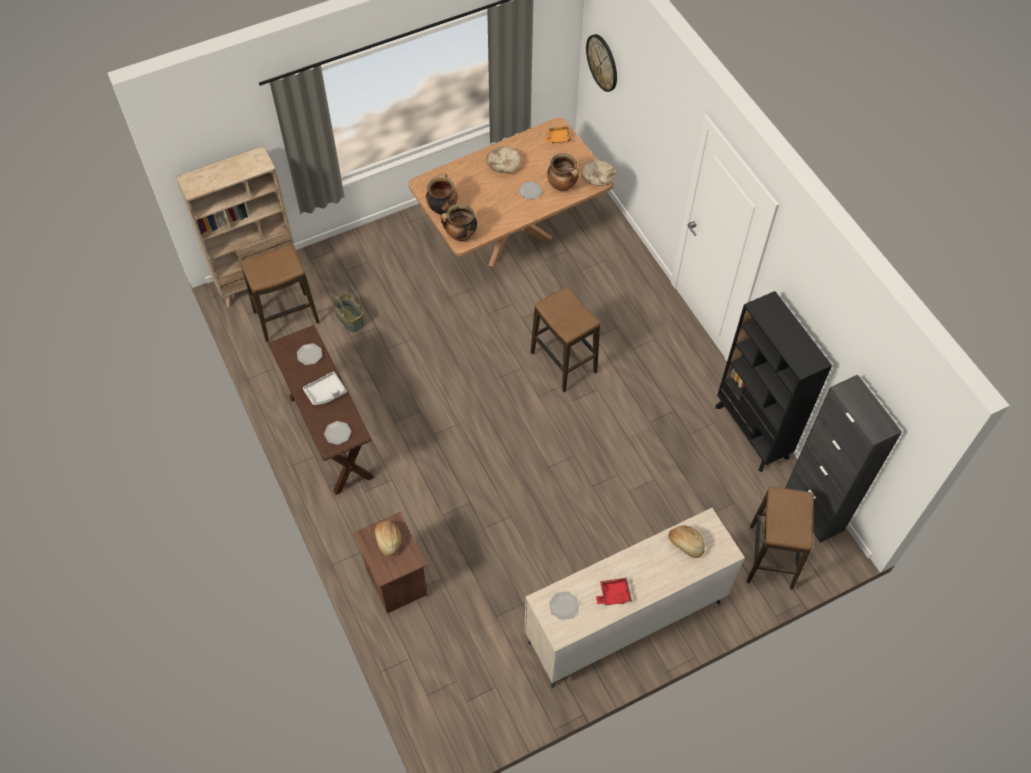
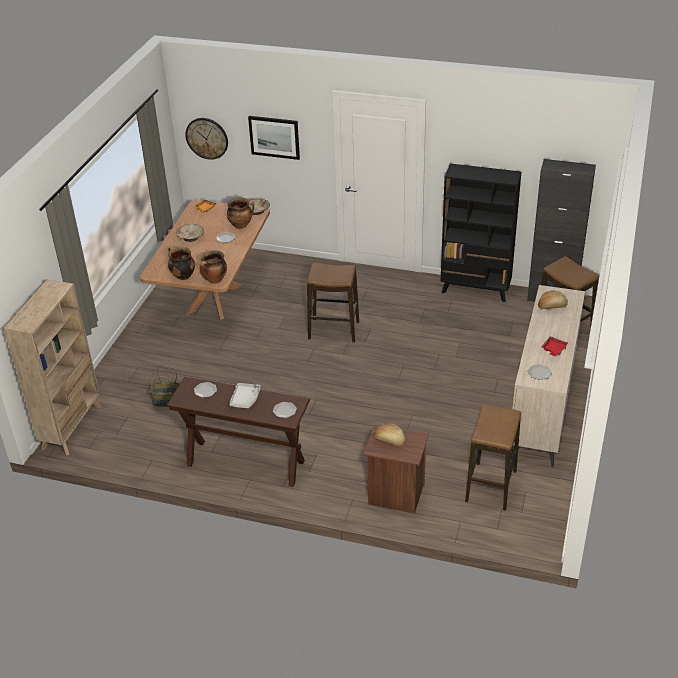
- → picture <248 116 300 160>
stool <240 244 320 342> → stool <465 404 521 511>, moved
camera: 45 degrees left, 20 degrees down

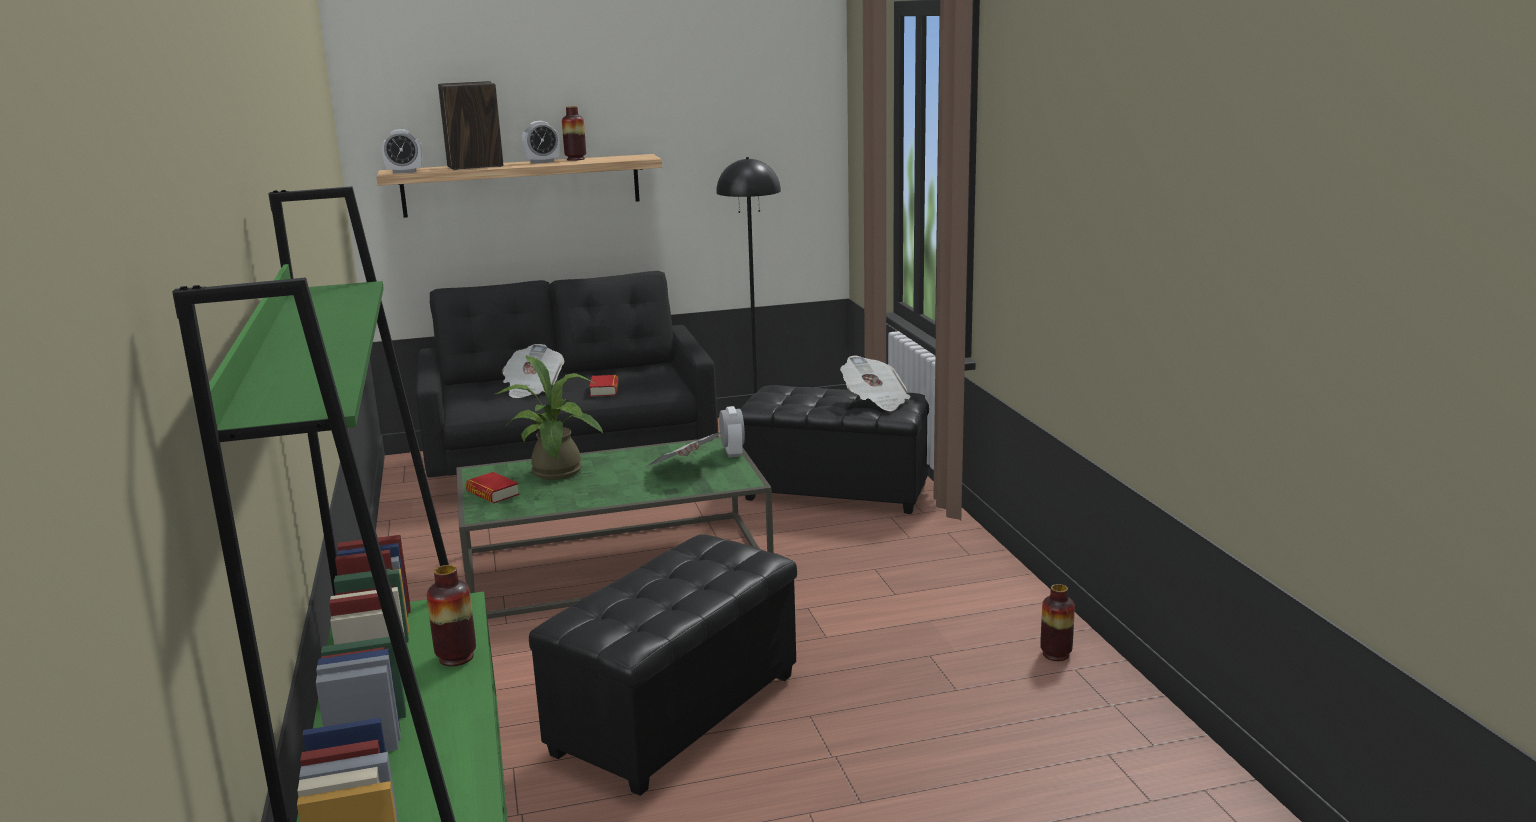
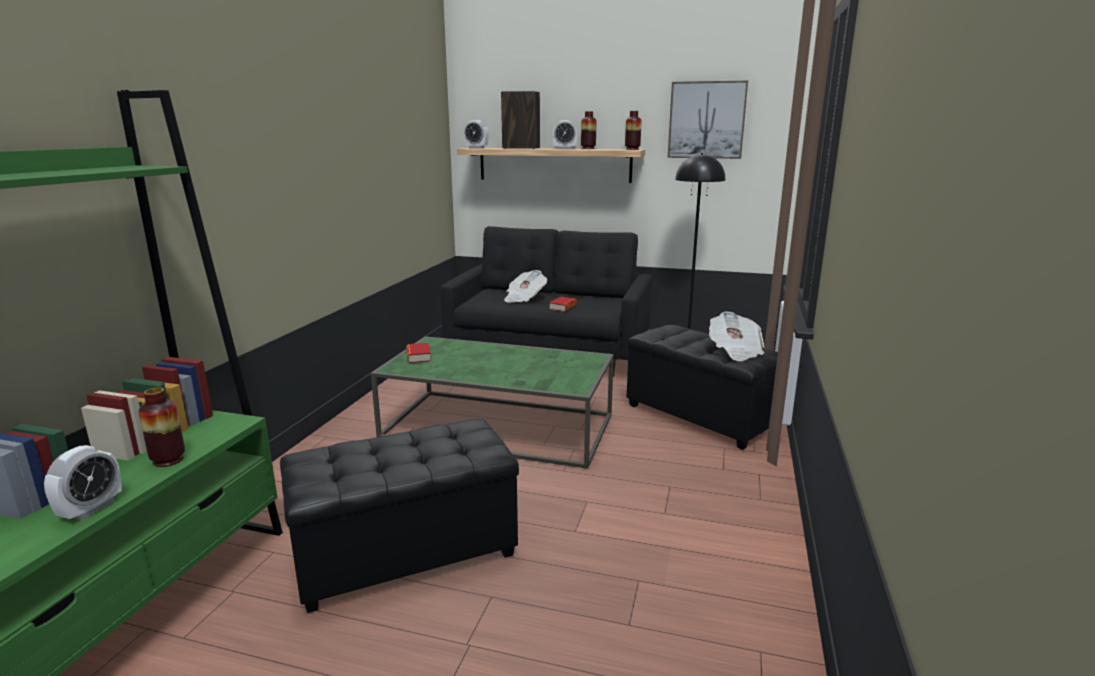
alarm clock <719 406 745 458> → alarm clock <44 445 122 521>, moved
vase <1040 584 1075 661> → vase <625 111 642 150>, moved
- → picture <668 81 748 159>
potted plant <495 356 603 480> → -
newspaper <645 433 721 467> → -
camera: 30 degrees right, 0 degrees up

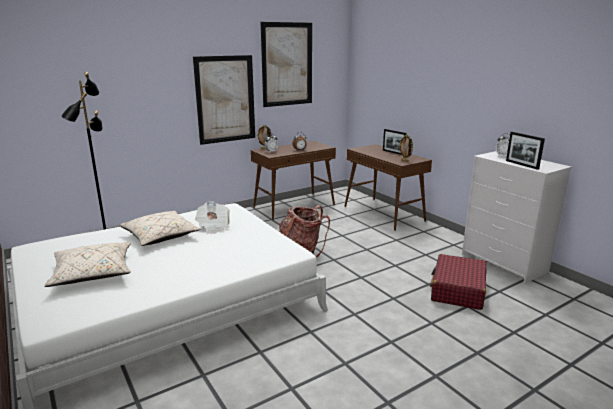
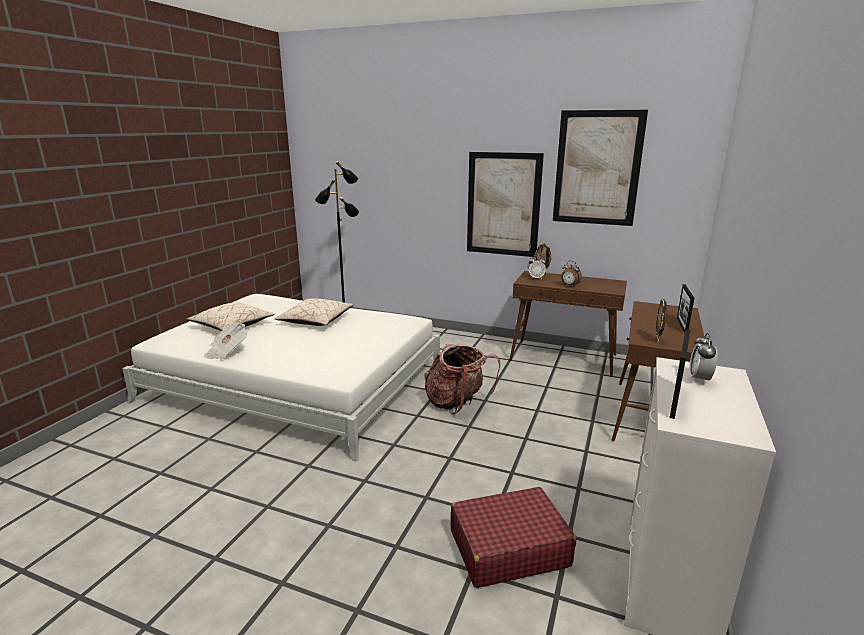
newspaper <195 201 230 234> → newspaper <204 323 247 359>, moved
camera: 55 degrees right, 0 degrees up

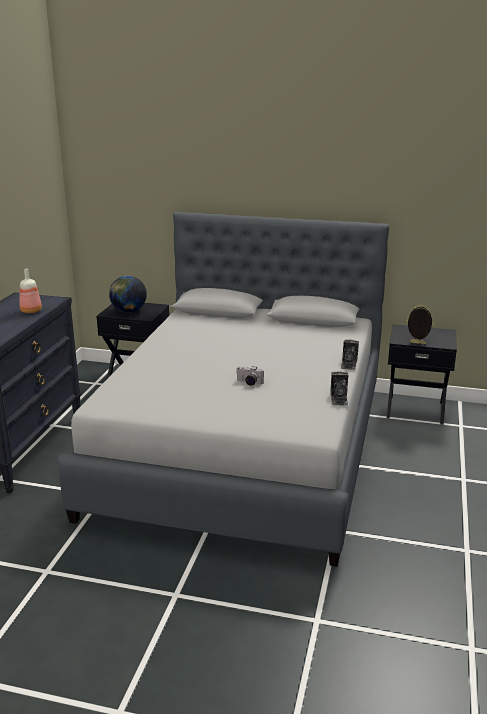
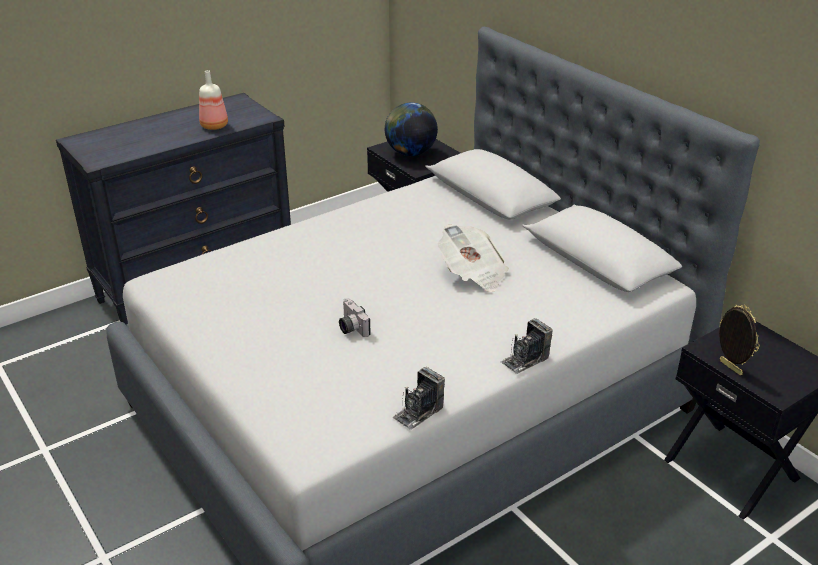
- → newspaper <438 224 509 292>
camera: 40 degrees right, 10 degrees up

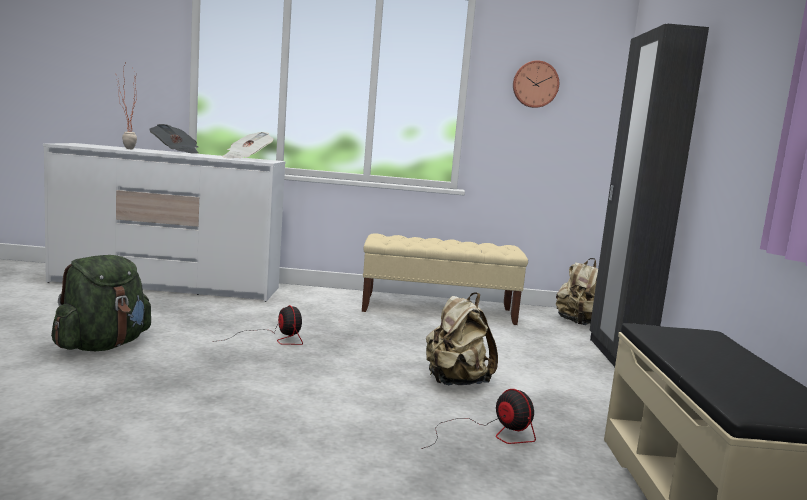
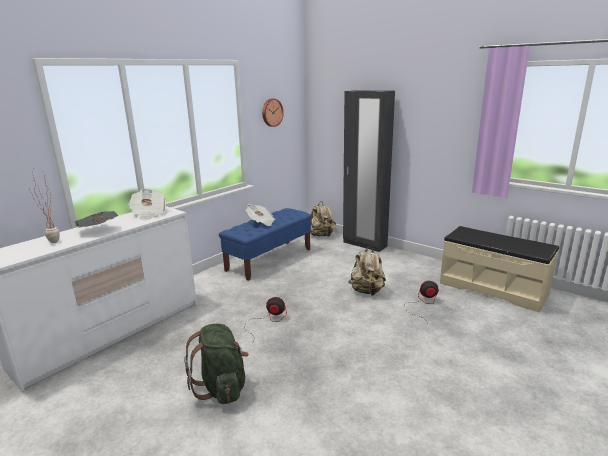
bench/beige <362 233 528 325> → bench/blue <219 208 312 281>
- → newspaper <246 204 275 226>
camera: 50 degrees left, 10 degrees up

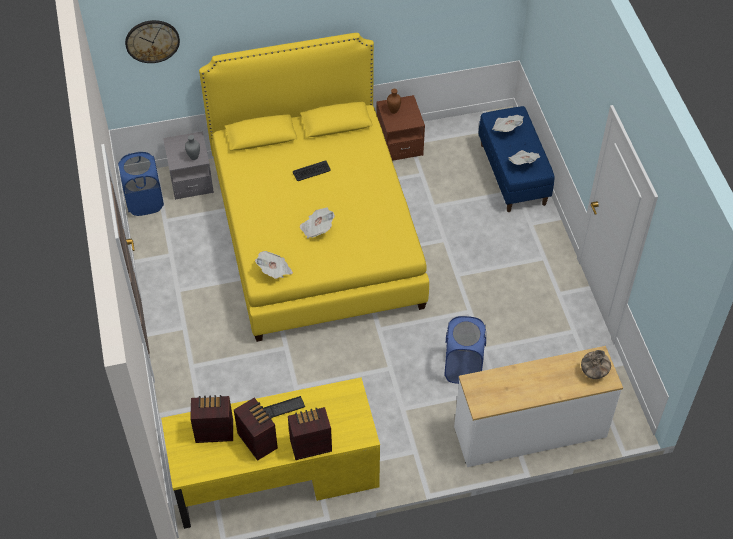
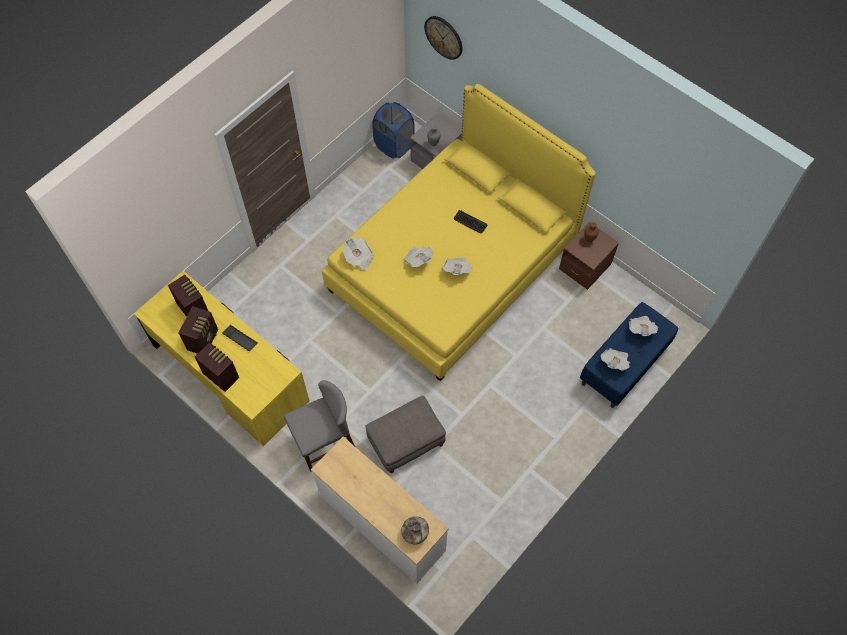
- → chair/grey <284 380 355 472>
laundry basket/blue <444 316 486 384> → ottoman/grey <365 396 446 473>
- → newspaper <443 257 472 275>
camera: 55 degrees right, 10 degrees up

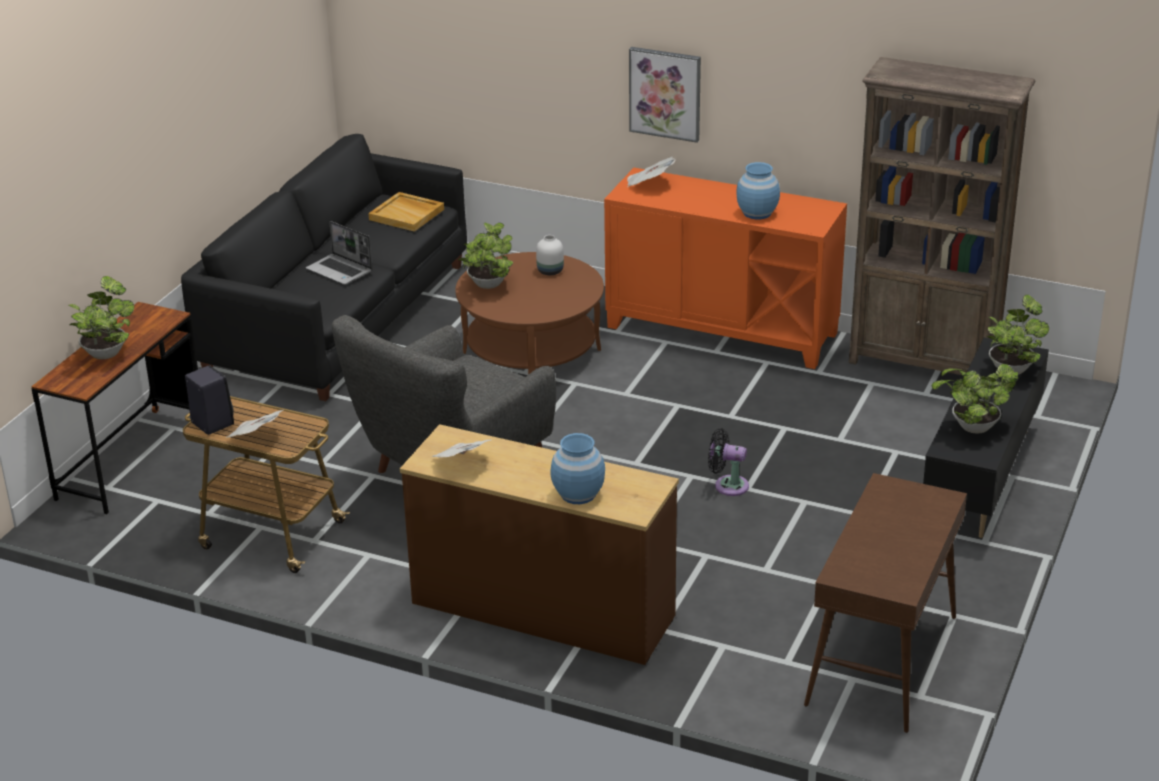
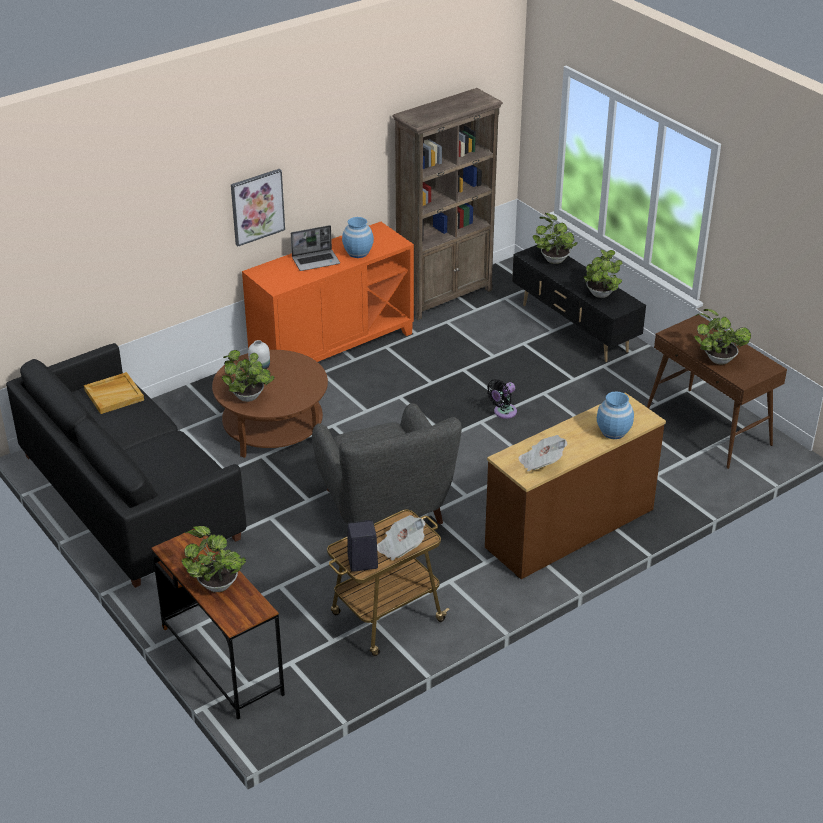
laptop <306 221 372 285> → laptop <291 225 340 271>, moved
- → potted plant <694 309 751 365>
newspaper <627 157 675 187> → -
camera: 60 degrees left, 5 degrees up

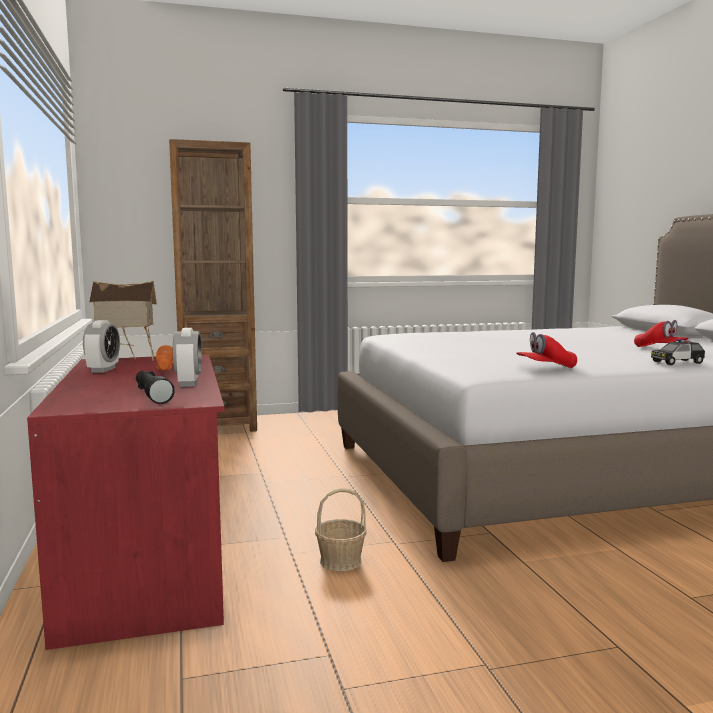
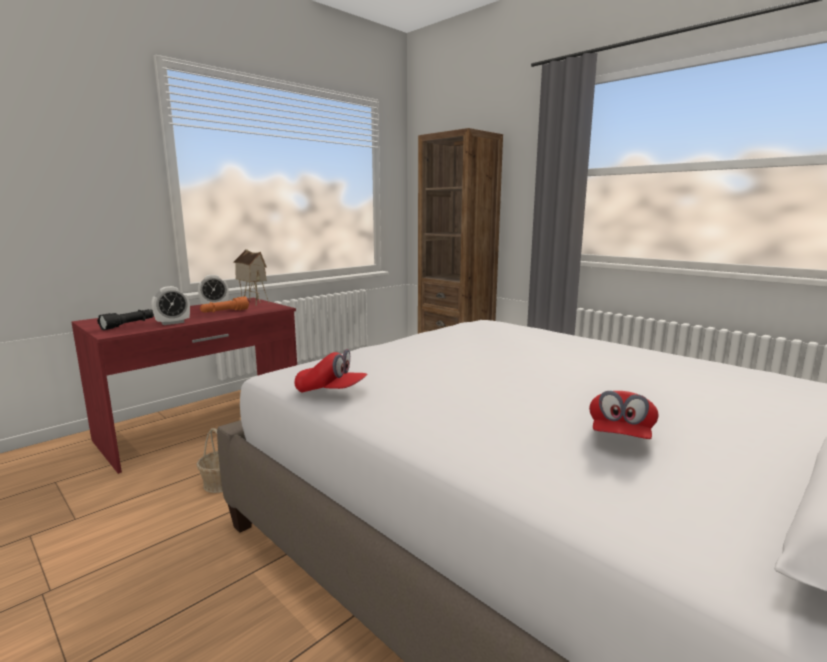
cap/red <516 332 577 368> → cap/red <295 349 367 393>, 150 degrees clockwise
toy car <651 339 705 365> → -
camera: 60 degrees right, 5 degrees up

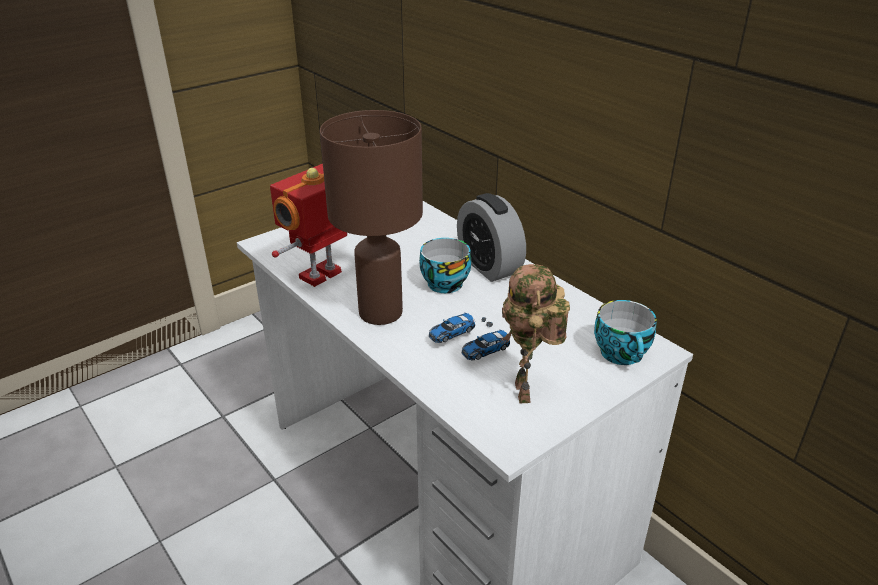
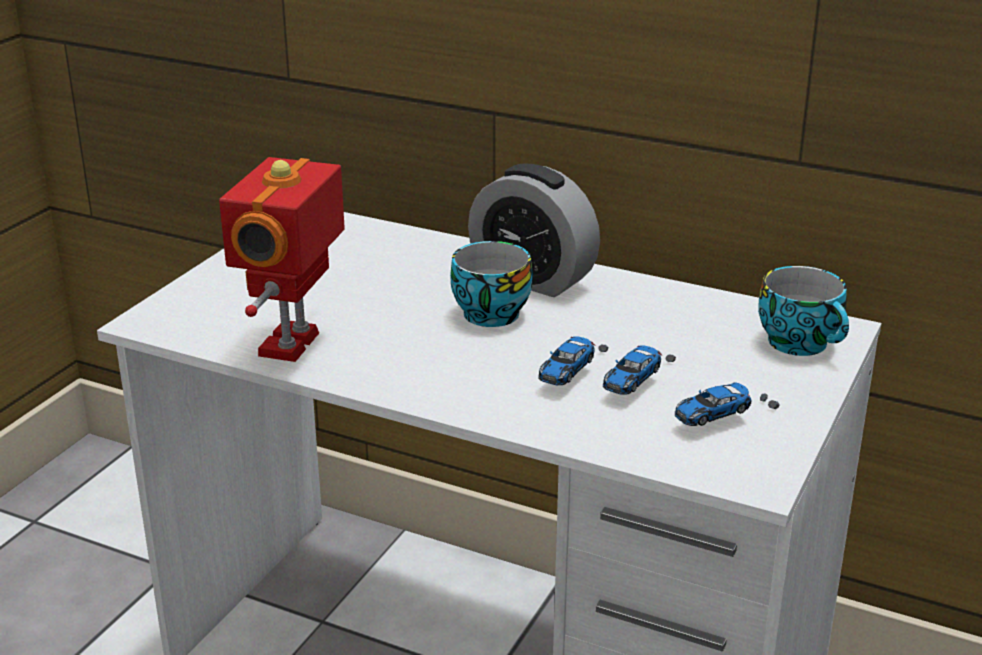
toy robot <500 264 570 403> → toy car <675 382 780 426>
table lamp/brown <320 110 423 325> → -
camera: 25 degrees left, 5 degrees down

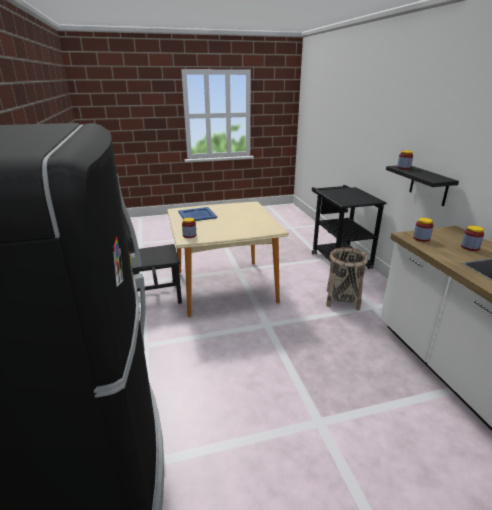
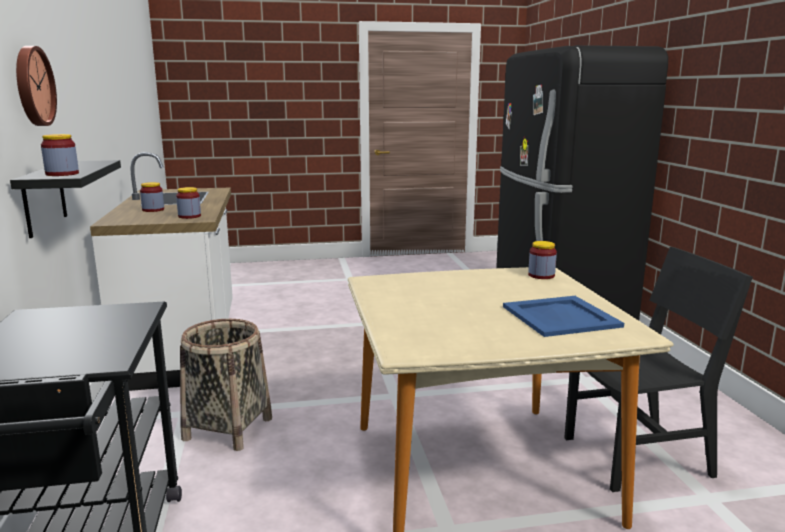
- → wall clock <16 46 57 126>
camera: 175 degrees left, 10 degrees down

